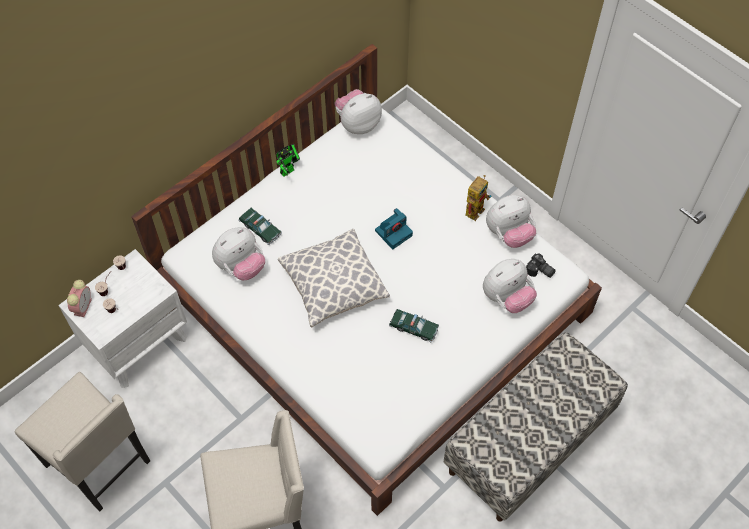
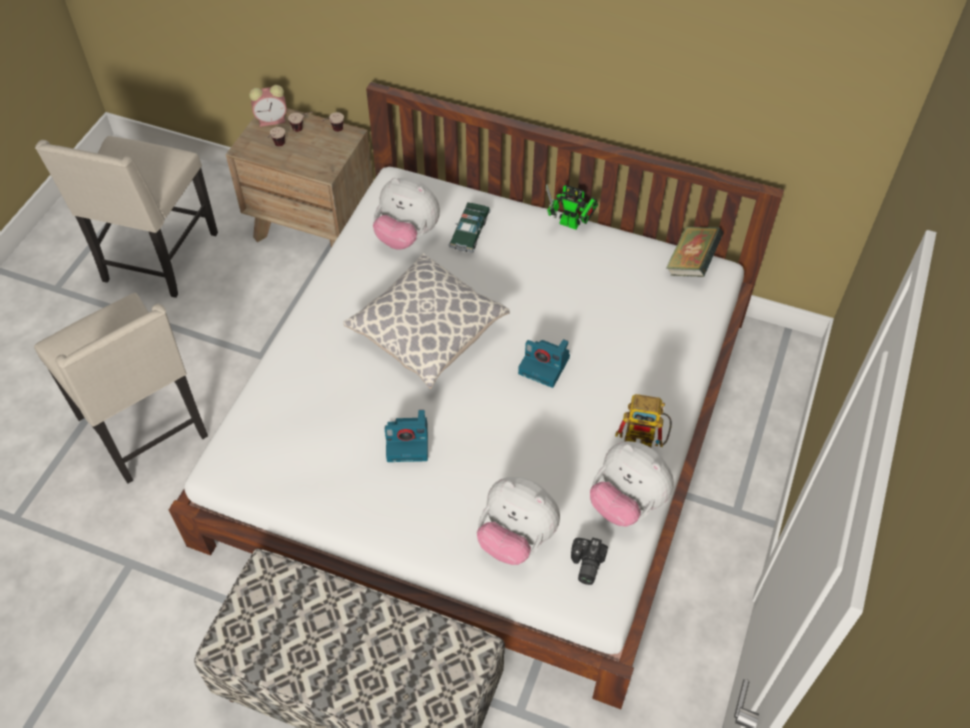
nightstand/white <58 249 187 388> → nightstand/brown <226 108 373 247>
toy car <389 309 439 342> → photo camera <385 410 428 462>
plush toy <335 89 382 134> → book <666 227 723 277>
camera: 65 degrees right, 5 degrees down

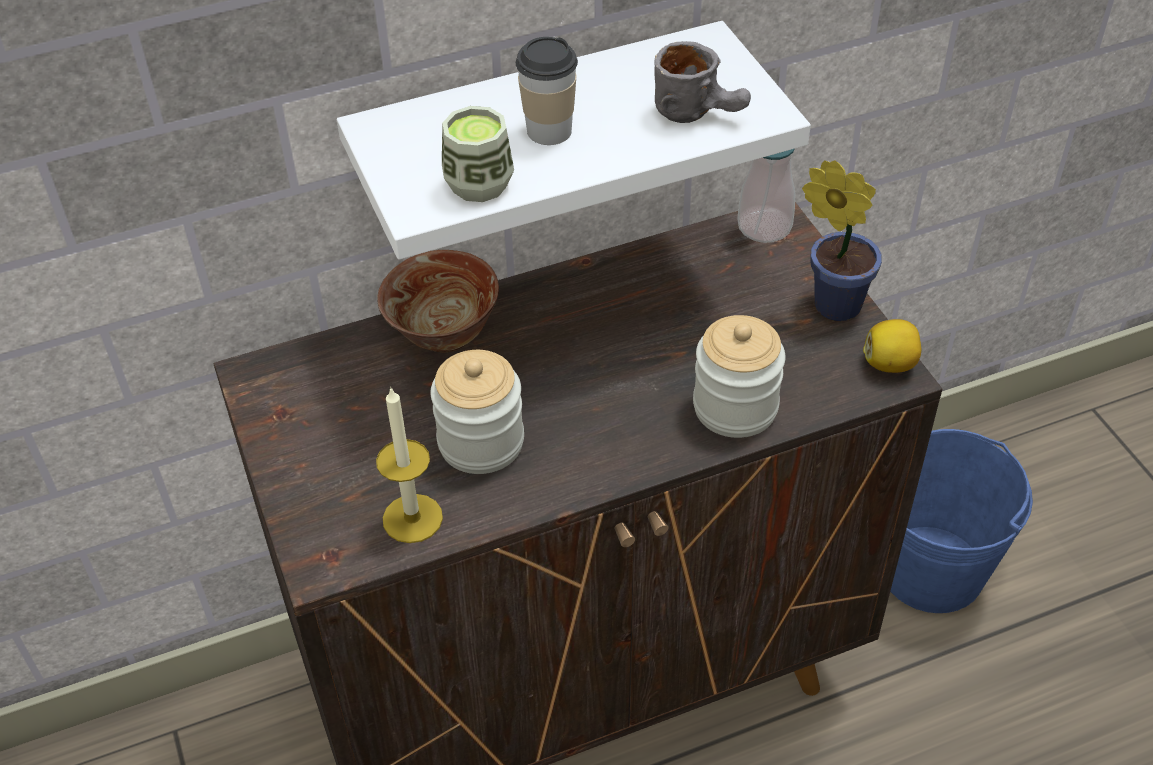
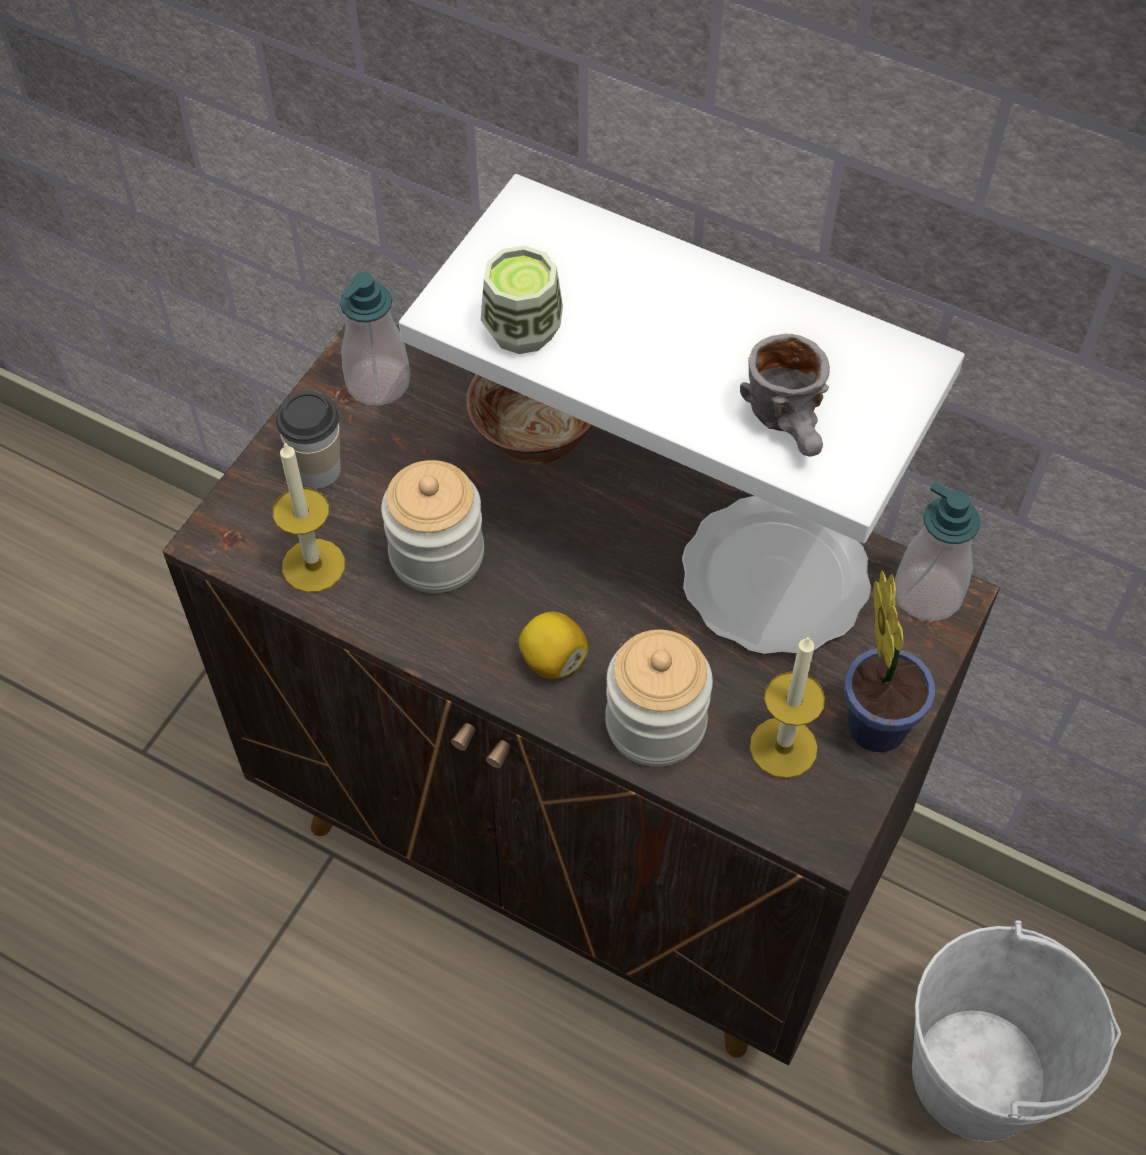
cup <516 37 578 145> → cup <276 391 341 489>, moved
- → soap dispenser <340 272 410 406>
lemon <863 319 921 373> → lemon <519 612 588 679>, moved
- → plate <682 496 871 655>
- → candle <750 636 825 779>
bucket/blue <890 429 1033 613> → bucket/white <912 920 1121 1142>
camera: 50 degrees right, 10 degrees up

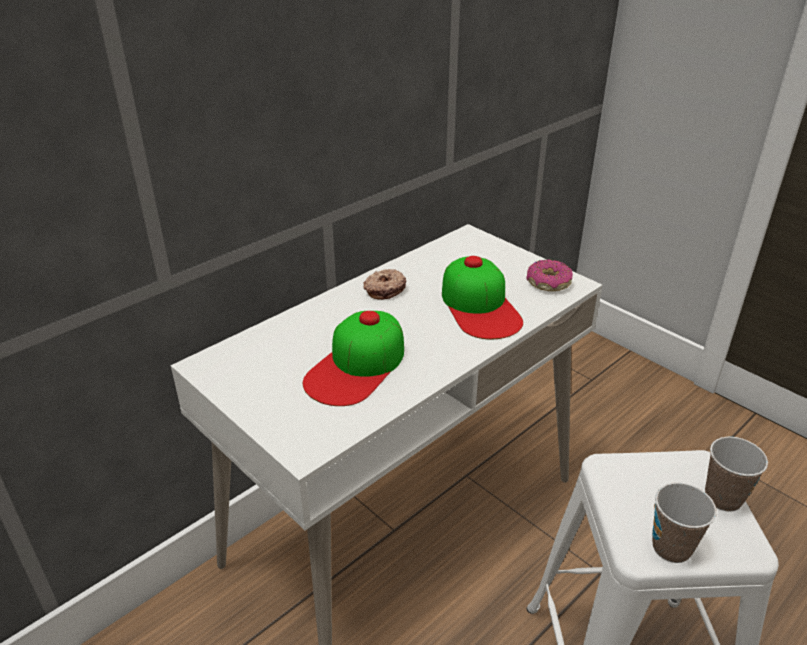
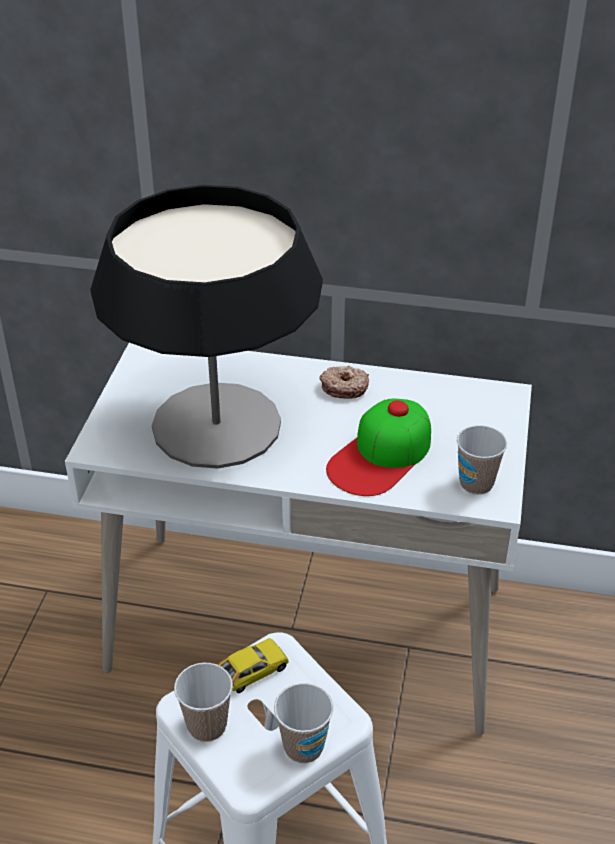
cap <303 311 404 406> → table lamp <90 185 323 469>
- → toy car <217 638 289 693>
donut <527 259 573 291> → cup <457 425 507 495>
camera: 55 degrees right, 5 degrees up

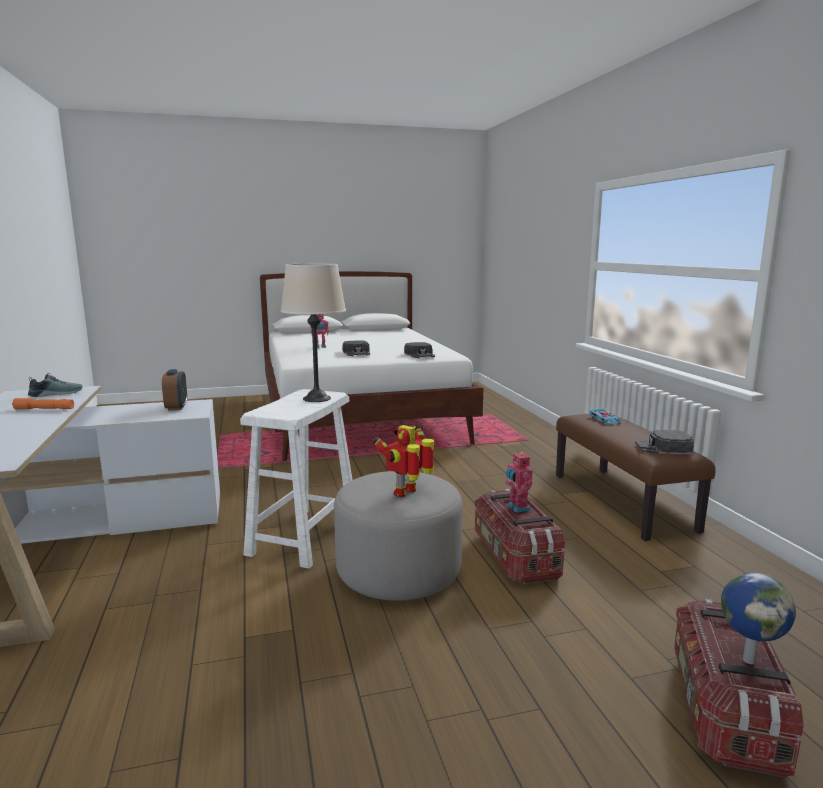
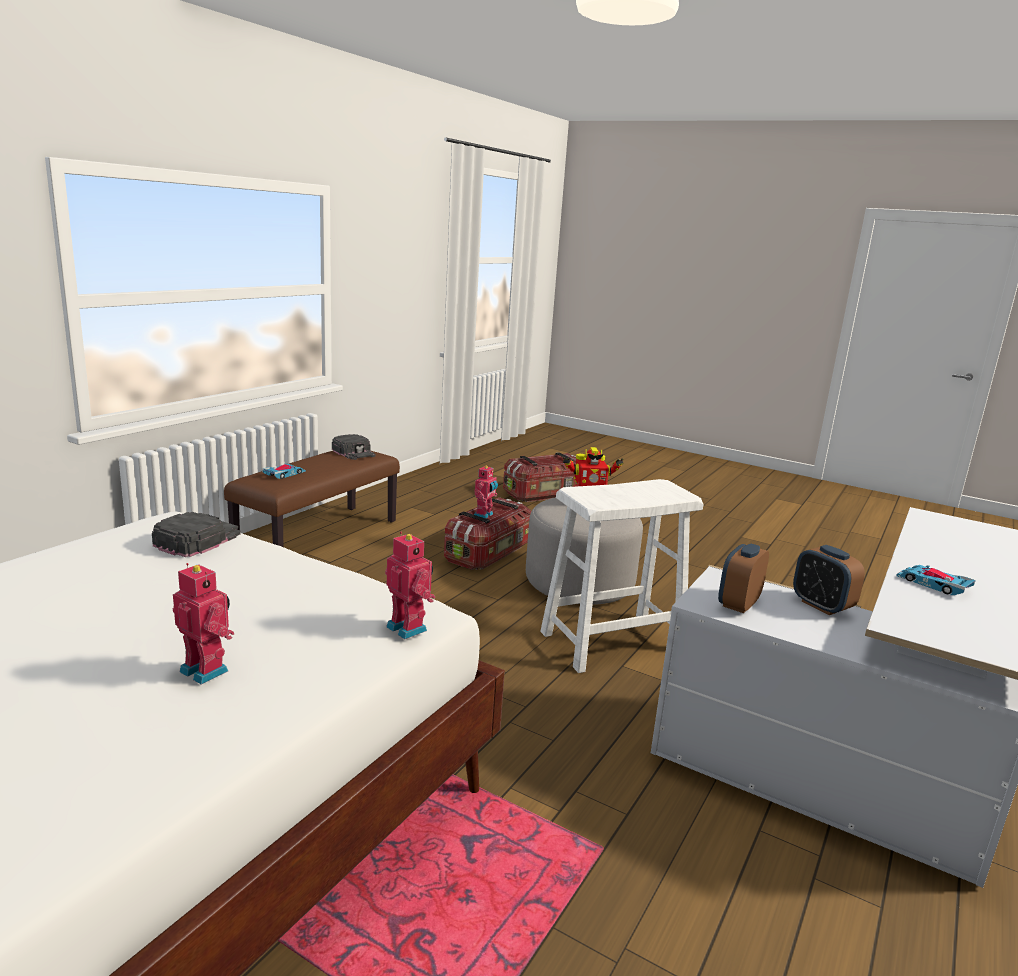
- → toy robot <385 532 435 639>
- → alarm clock <793 545 865 615>
flashlight/orange <12 398 74 409> → toy car <896 565 976 595>
shoe <28 373 83 397> → -
table lamp/beige <281 264 346 402> → -
cap/black <343 340 370 356> → -
globe <721 572 796 664> → -
camera: 135 degrees left, 5 degrees up

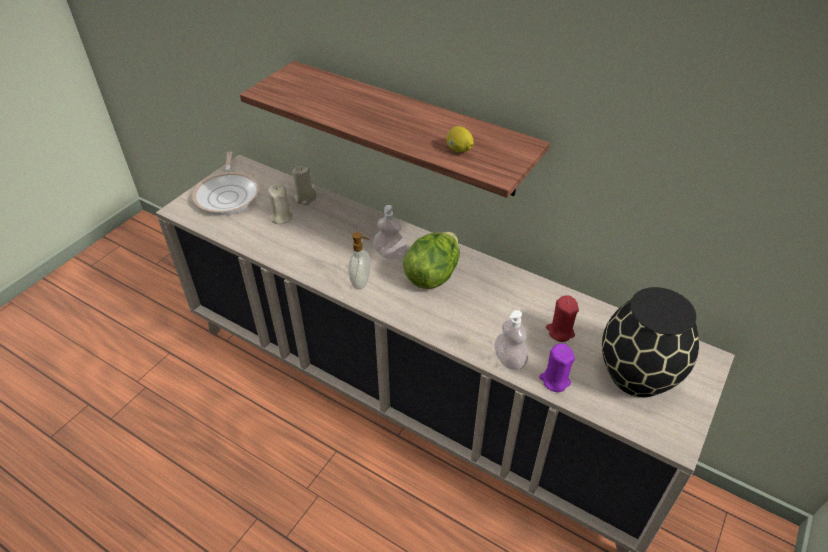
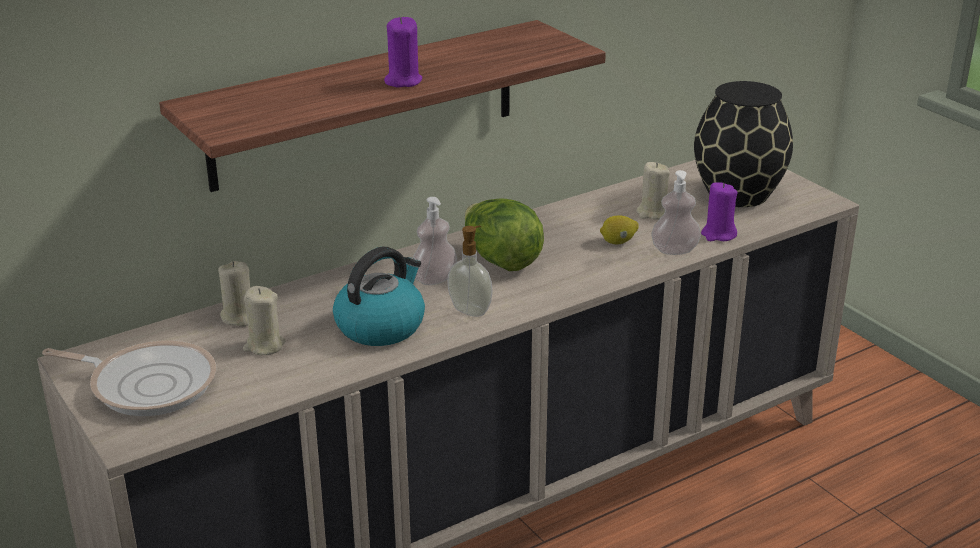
- → kettle <333 246 425 346>
- → candle/purple <384 17 422 87>
lemon <446 126 474 153> → lemon <600 216 639 244>, moved
candle/red <546 295 579 342> → candle/beige <636 162 670 220>
camera: 65 degrees left, 15 degrees down

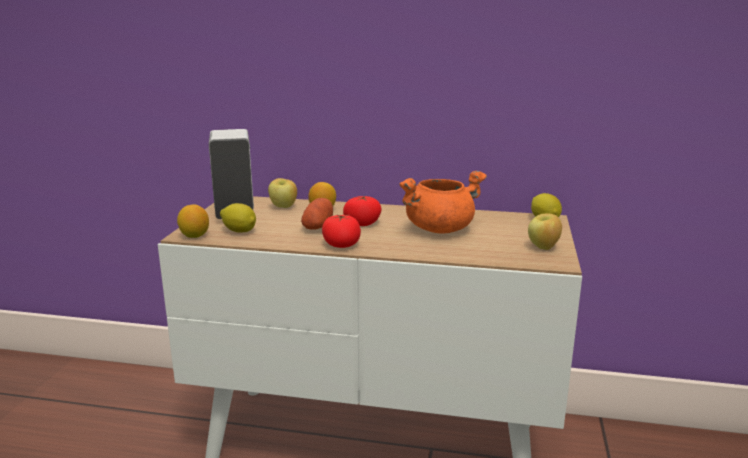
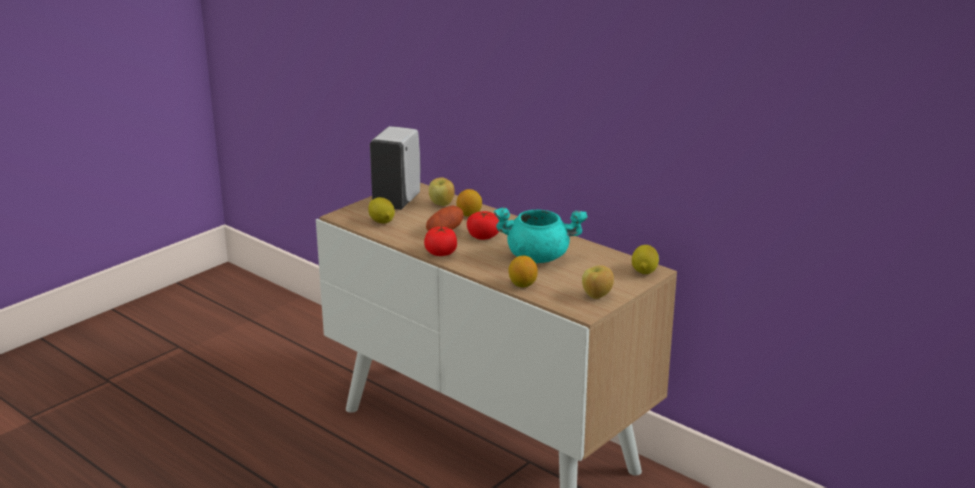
cooking pot/orange <399 171 487 234> → cooking pot/turquoise <494 207 588 263>
lemon <177 205 209 238> → lemon <508 256 538 288>, moved
camera: 30 degrees right, 5 degrees up

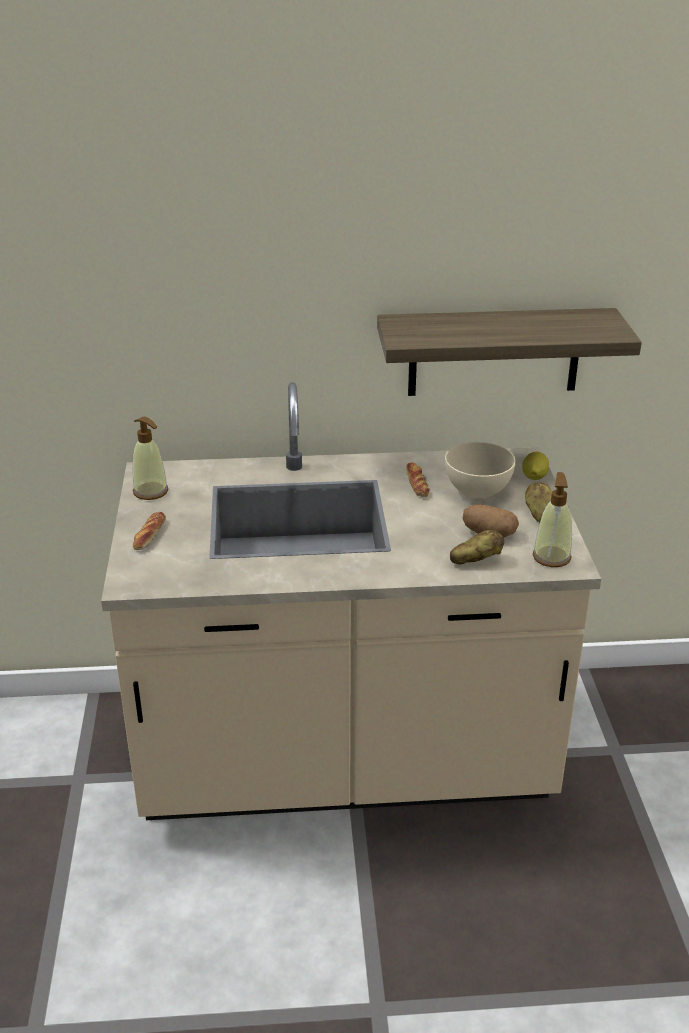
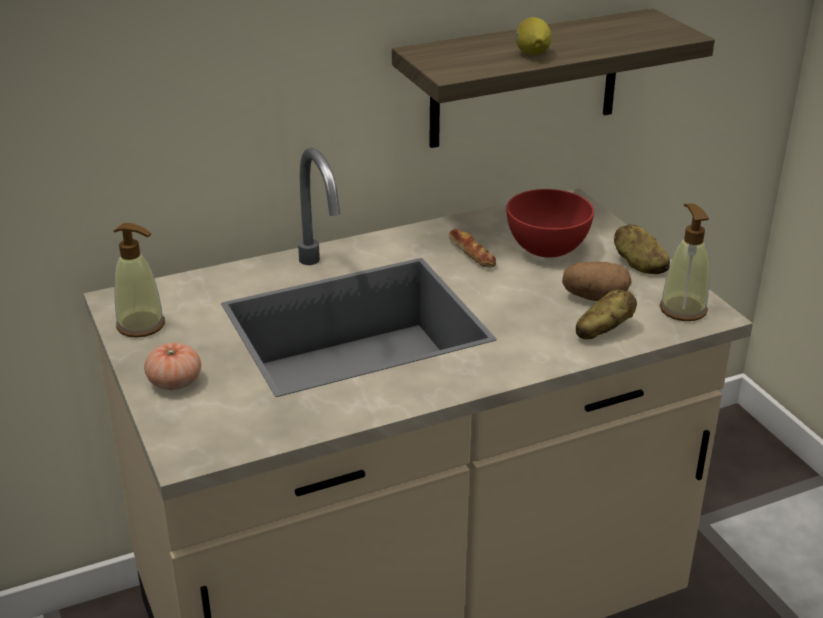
bread <133 512 166 550> → tomato <144 343 201 390>
bowl/beige <445 442 516 498> → bowl/red <507 189 594 258>
lemon <522 452 549 480> → lemon <516 17 551 55>, moved
camera: 20 degrees left, 0 degrees up

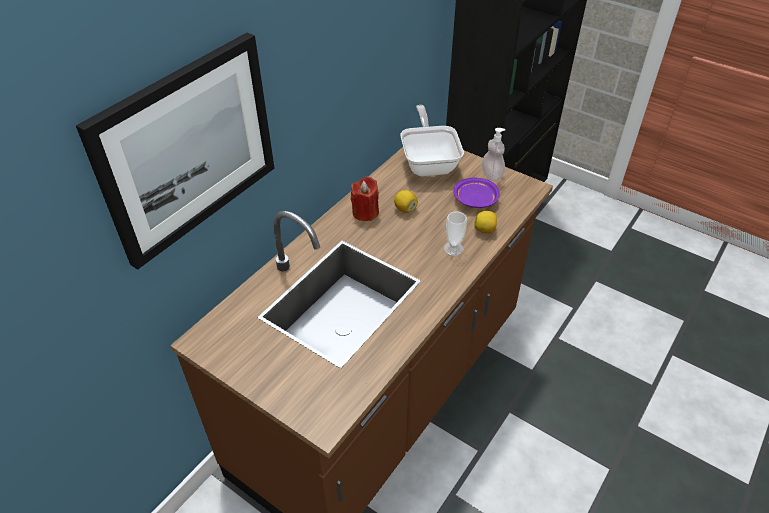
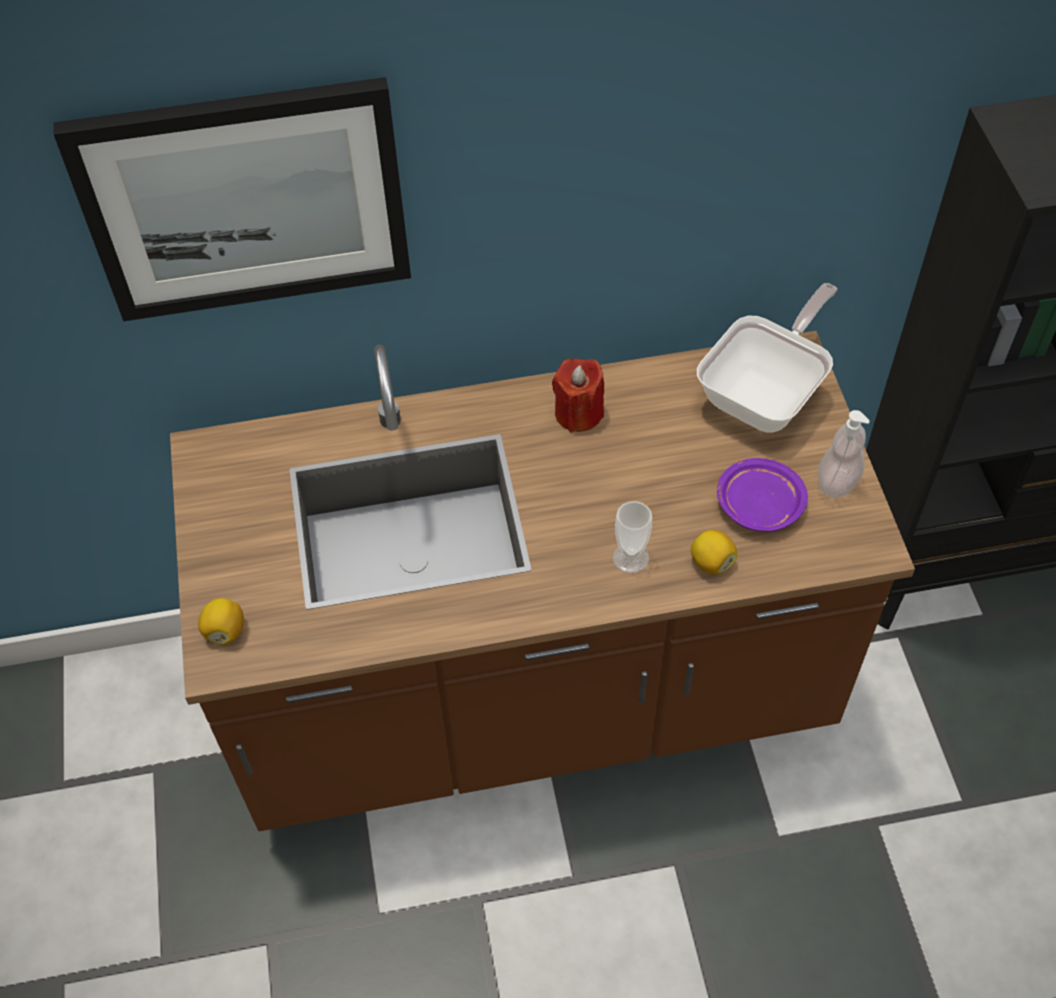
lemon <394 190 418 213> → lemon <198 598 244 645>, moved
camera: 45 degrees right, 10 degrees up

